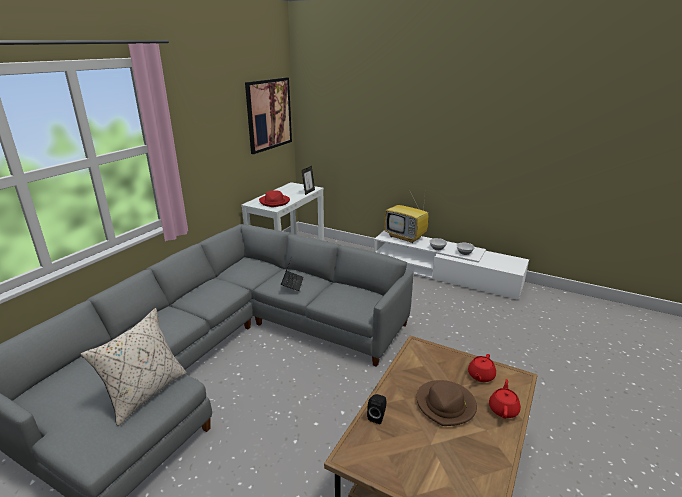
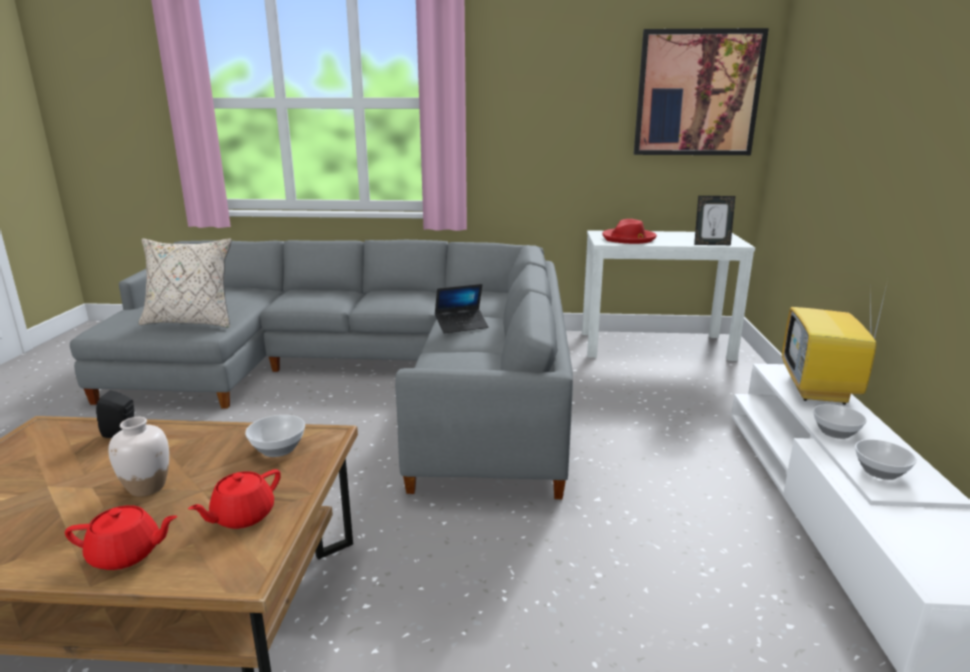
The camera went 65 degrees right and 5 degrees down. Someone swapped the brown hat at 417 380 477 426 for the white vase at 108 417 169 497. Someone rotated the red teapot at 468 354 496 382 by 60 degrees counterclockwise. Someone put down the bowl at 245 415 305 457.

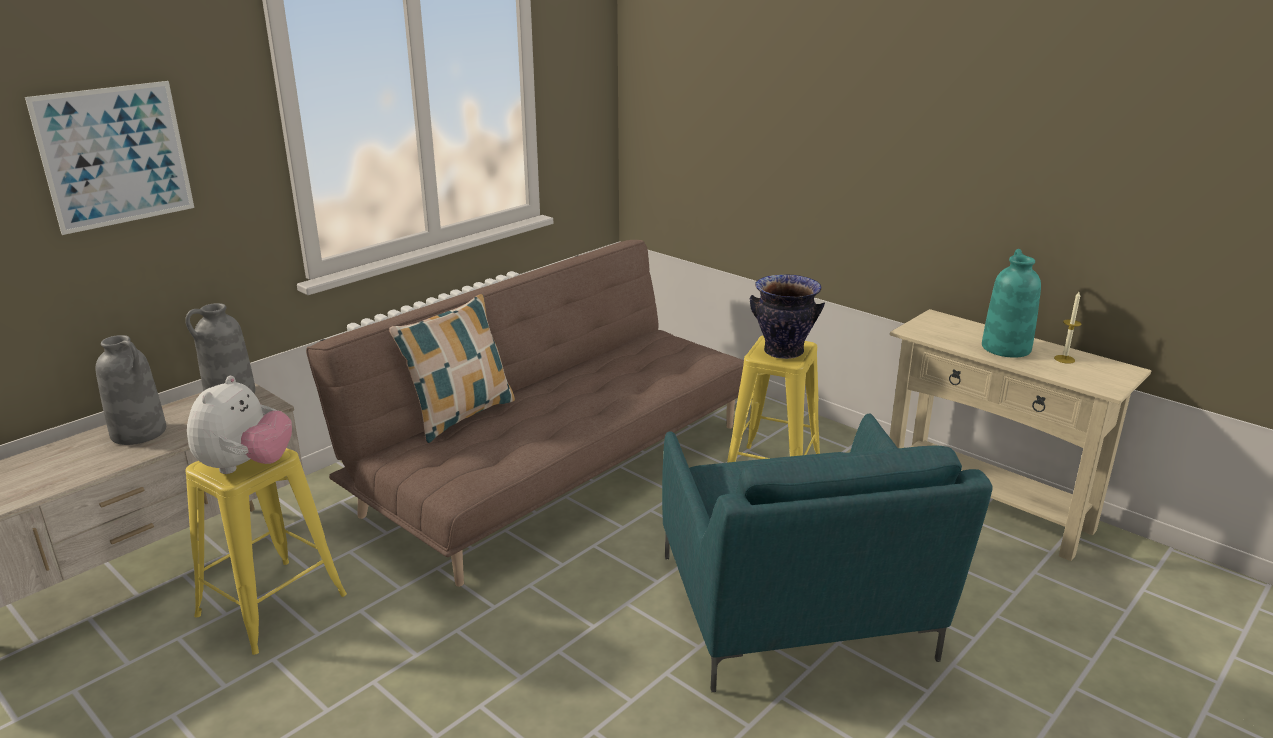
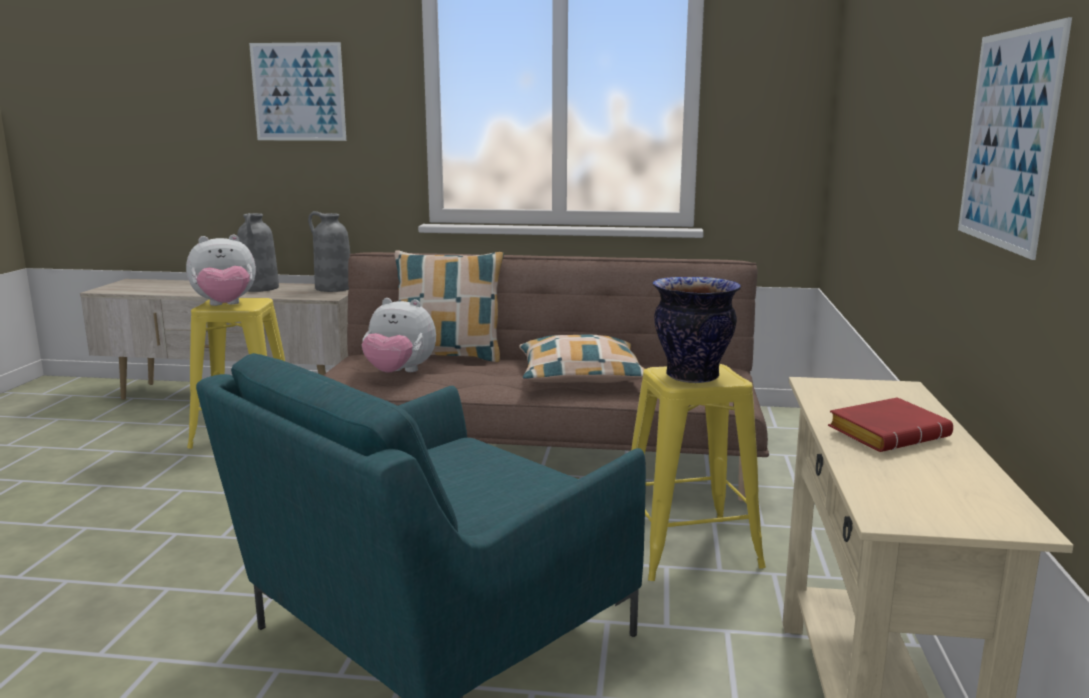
The camera went 55 degrees right and 10 degrees down. Someone swapped the turquoise vase at 982 249 1041 358 for the red book at 828 397 953 452. Someone took away the candle at 1054 292 1081 364. Someone put down the plush toy at 362 298 436 373. Someone put down the pillow at 519 334 644 383. Someone put up the picture at 958 17 1072 260.

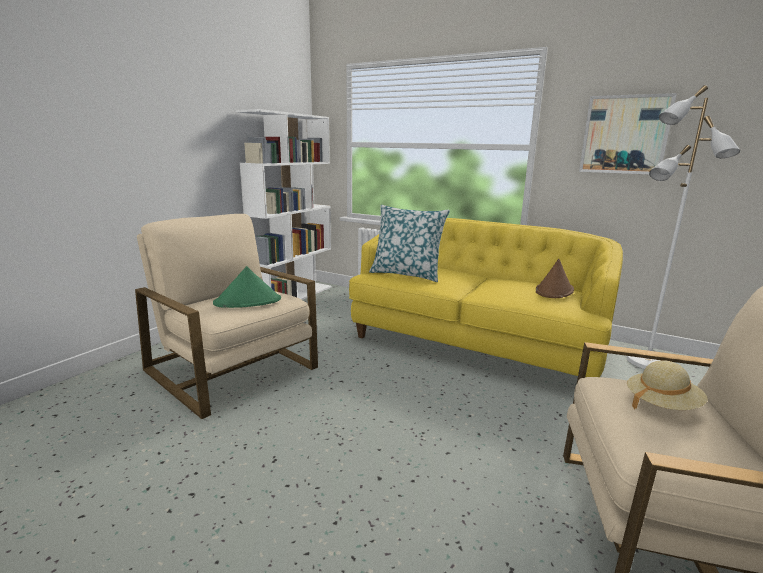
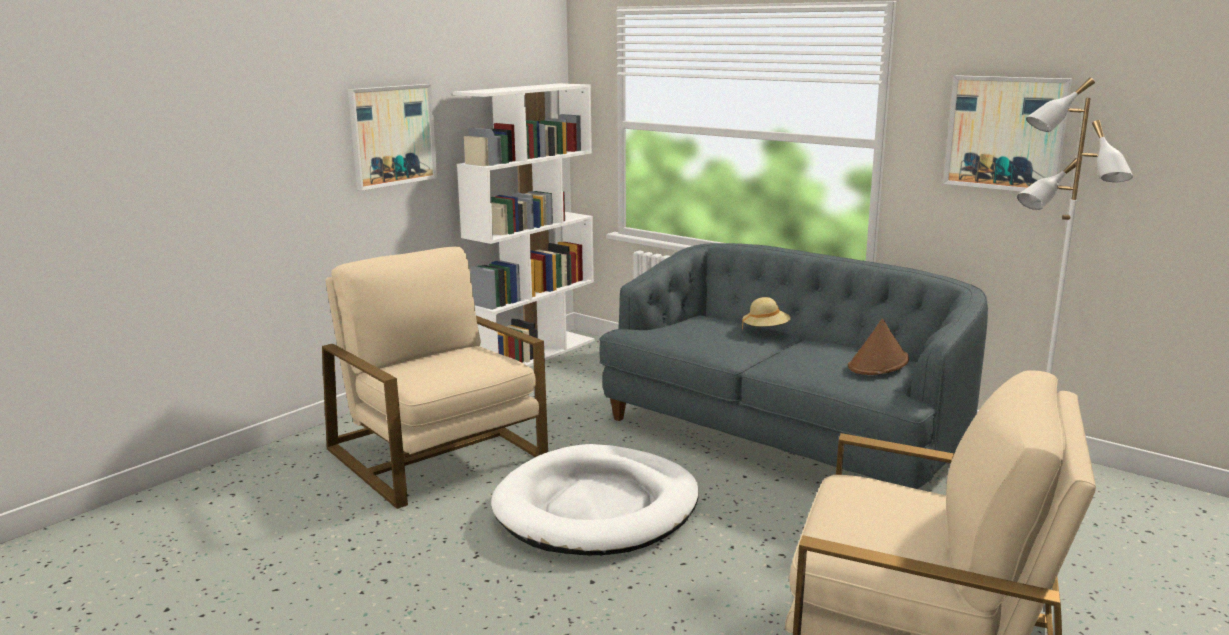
The camera went 10 degrees right and 0 degrees up. Someone took away the green hat at 213 266 281 308. Someone repainted the yellow sofa at 349 218 623 377, which became the grey sofa at 599 243 988 489. Someone took away the pillow at 369 205 450 282. Someone carried the beige hat from 627 360 708 410 to 742 297 791 329. Someone put up the picture at 348 84 437 191. Someone put down the white dog bed at 491 444 699 555.

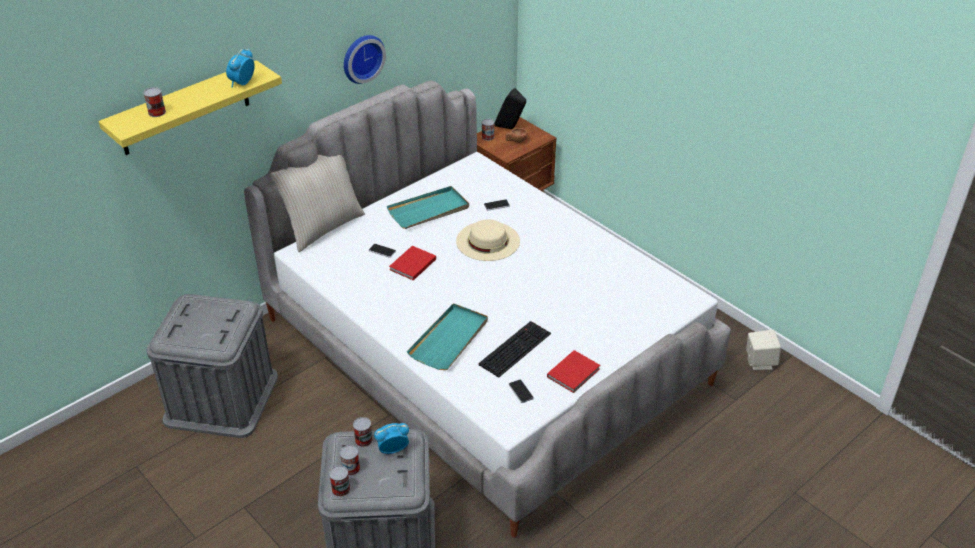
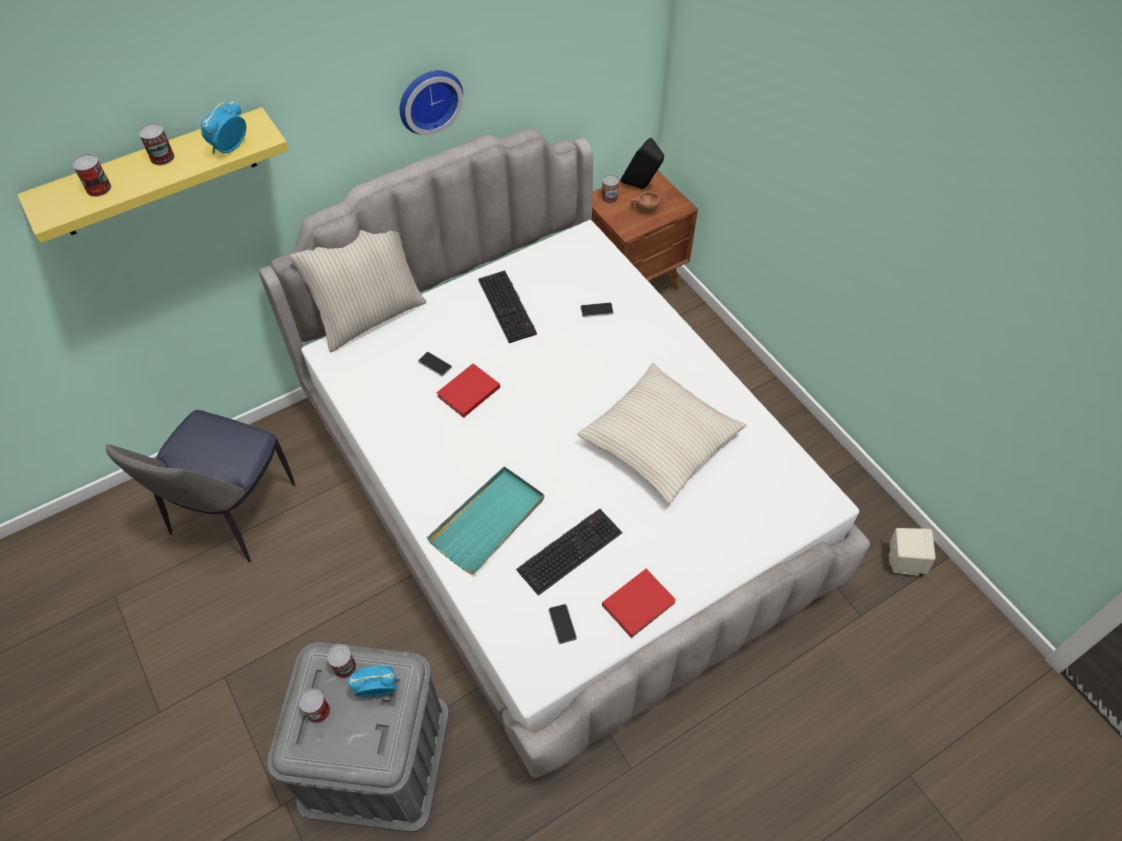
The camera went 10 degrees right and 15 degrees up. Someone swapped the grey storage box at 146 294 278 438 for the chair at 106 410 295 563. Someone carried the can from 329 465 350 497 to 138 123 175 165. Someone swapped the turquoise tray at 387 186 469 229 for the keyboard at 478 270 537 343. Someone took away the beige hat at 456 219 520 261. Someone put down the beige pillow at 577 363 746 503.

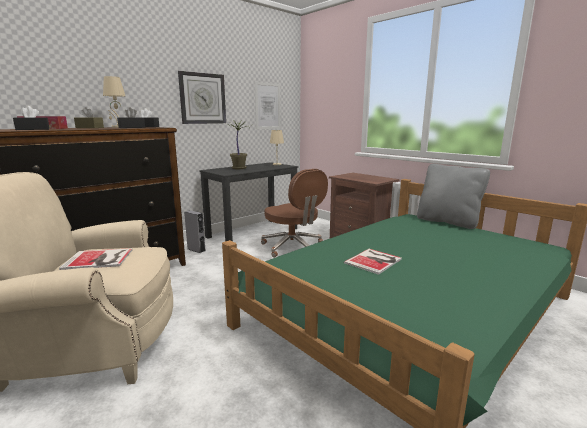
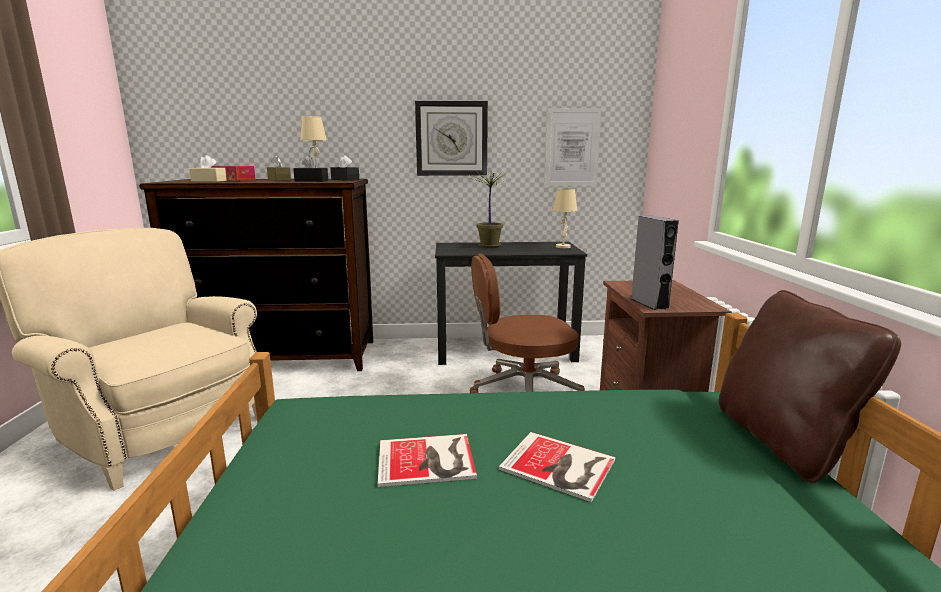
The camera went 40 degrees right and 0 degrees up. Someone repainted the black tissue box at 13 106 49 130, which became the beige tissue box at 189 155 227 182. Someone carried the book from 59 248 133 270 to 499 432 615 502. Someone carried the grey speaker from 184 210 205 253 to 631 216 679 310. Someone rotated the brown office chair at 261 169 328 258 by 75 degrees clockwise. Someone repainted the grey pillow at 417 164 490 229, which became the brown pillow at 719 290 901 483.

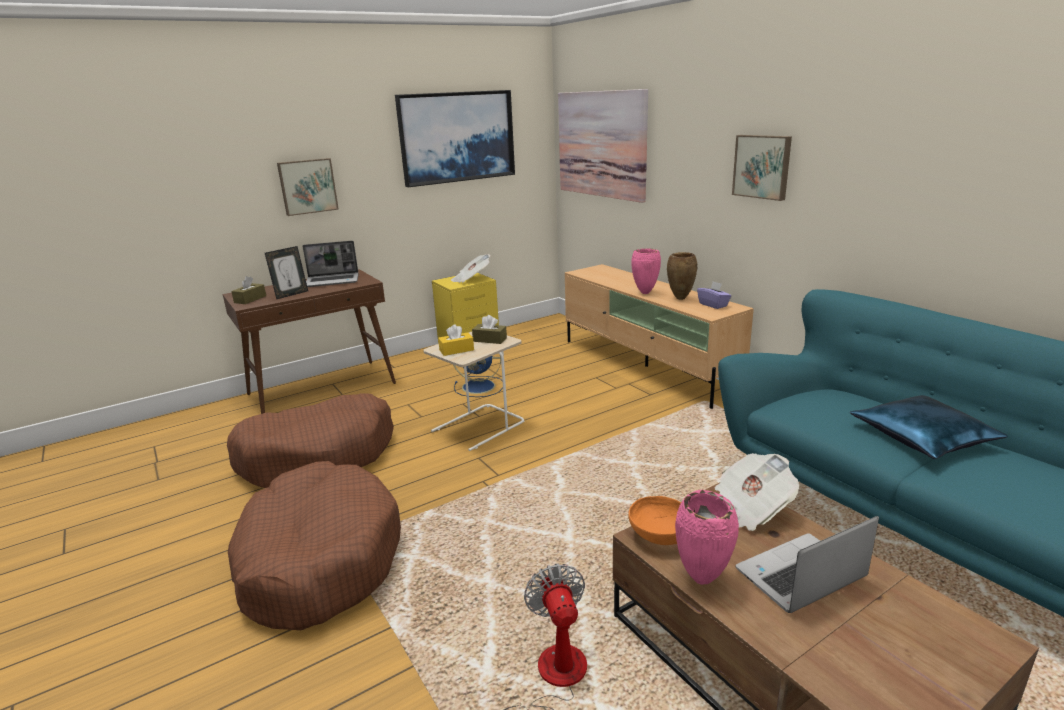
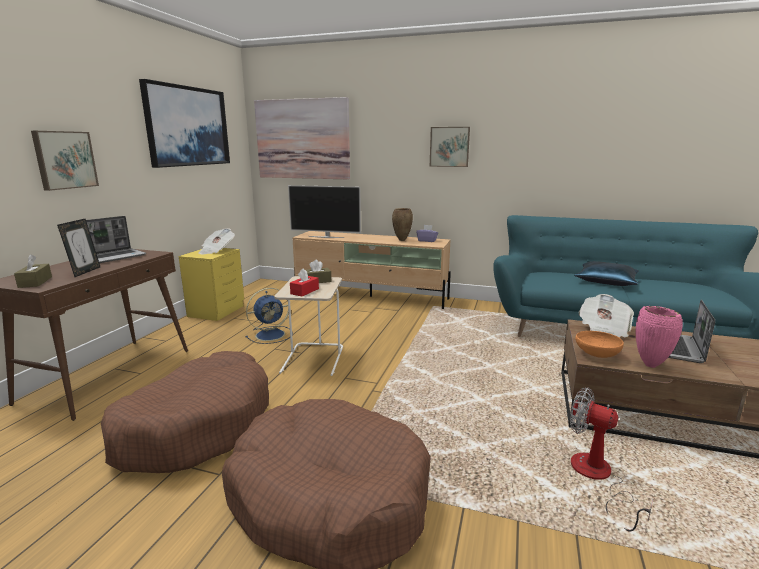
The camera went 40 degrees left and 5 degrees down. Someone repainted the yellow tissue box at 438 324 474 356, which became the red tissue box at 290 269 319 296. Someone took away the pink vase at 631 248 661 294. Someone put down the television at 288 185 361 238.

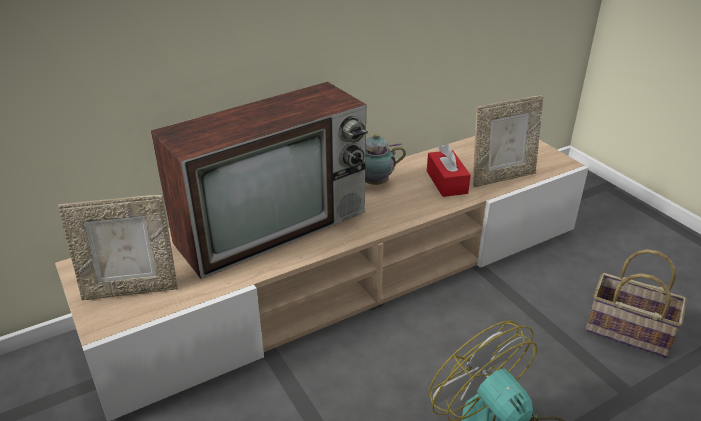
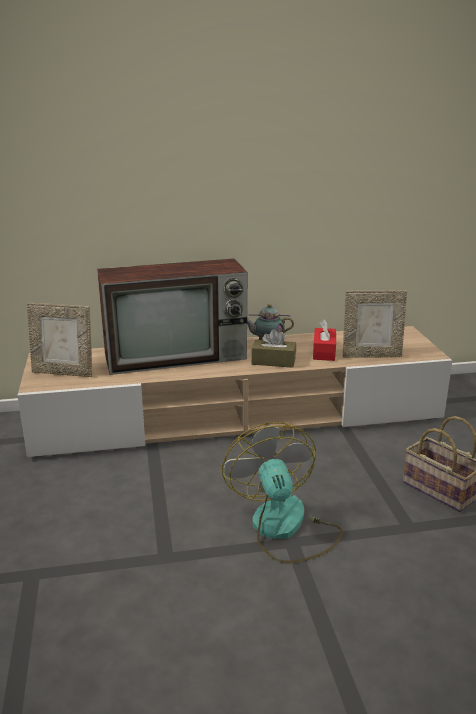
The camera went 20 degrees right and 10 degrees down. Someone put down the brown tissue box at 251 329 296 368.

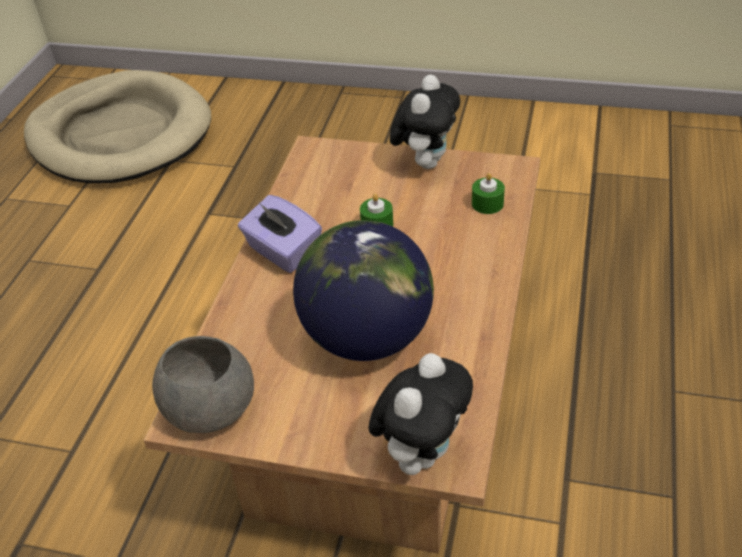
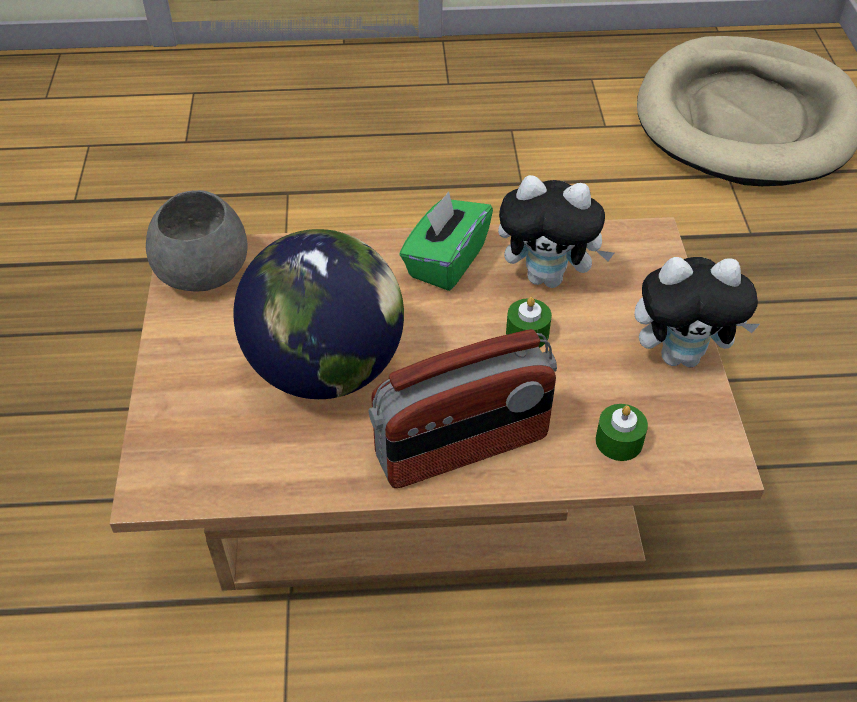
The camera went 70 degrees right and 5 degrees up. Someone repainted the purple tissue box at 238 195 322 273, which became the green tissue box at 399 191 493 291. Someone carried the plush toy from 369 353 473 475 to 498 175 614 288. Someone put down the radio at 368 329 557 488.

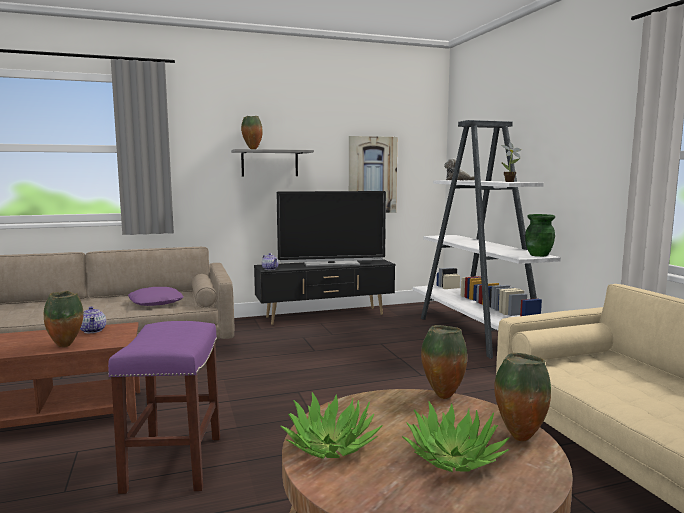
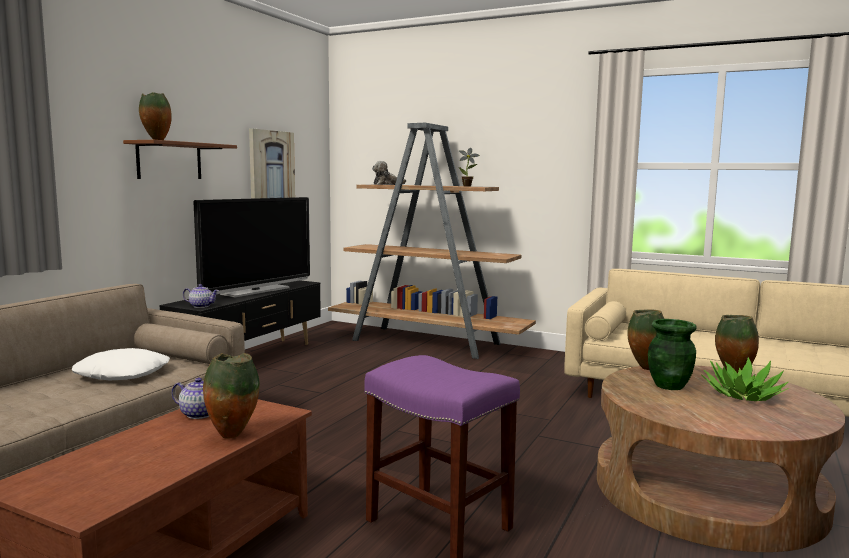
The camera went 45 degrees left and 0 degrees up. Someone repainted the purple pillow at 128 287 183 306, which became the white pillow at 72 348 170 380. Someone repainted the grey shelf at 231 149 314 176, which became the brown shelf at 123 140 237 179. Someone took away the potted plant at 280 392 383 459. Someone repainted the white bookcase at 413 120 561 359, which became the brown bookcase at 328 123 536 359. Someone carried the green vase from 525 214 555 257 to 648 319 697 390.

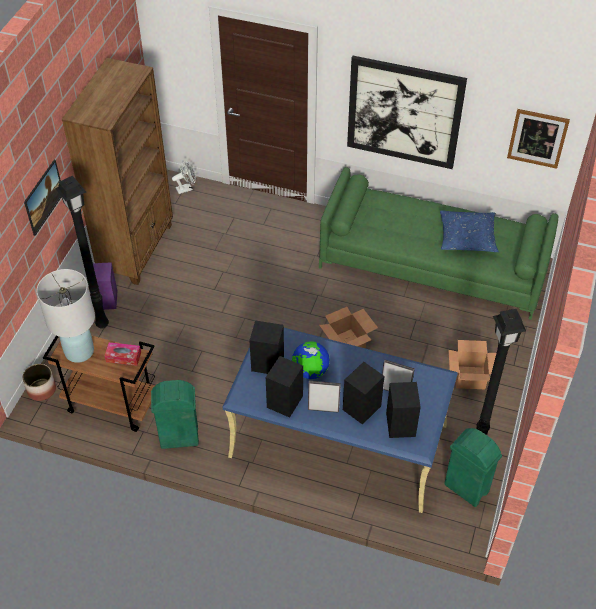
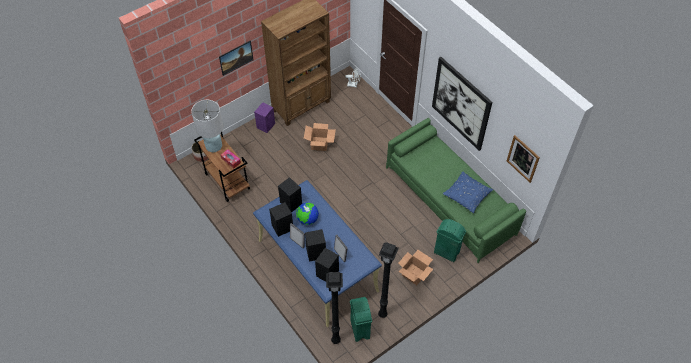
The camera went 35 degrees right and 5 degrees up. Someone carried the black floor lamp from 55 176 109 329 to 326 272 343 344. Someone carried the green trash can from 151 380 199 449 to 434 219 466 262. Someone carried the cardboard box from 319 307 378 349 to 304 123 336 151.

